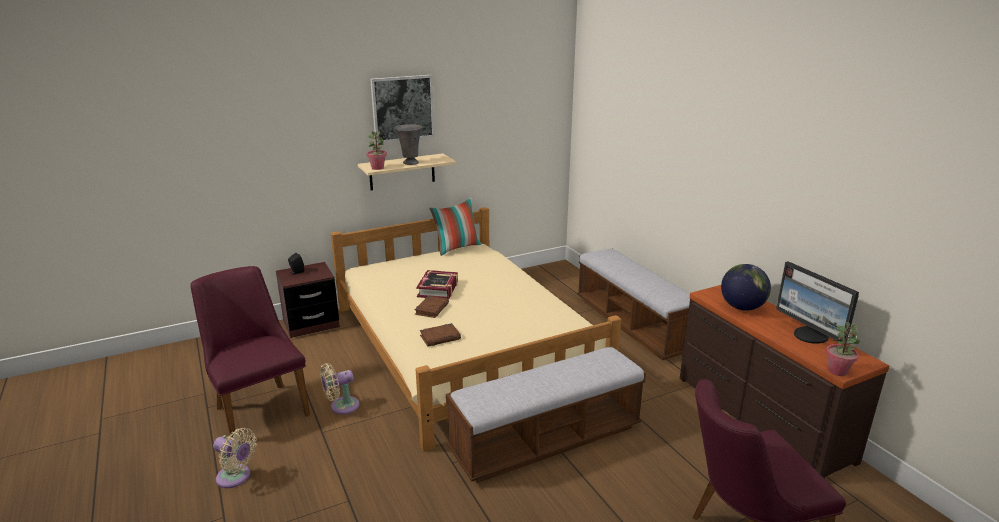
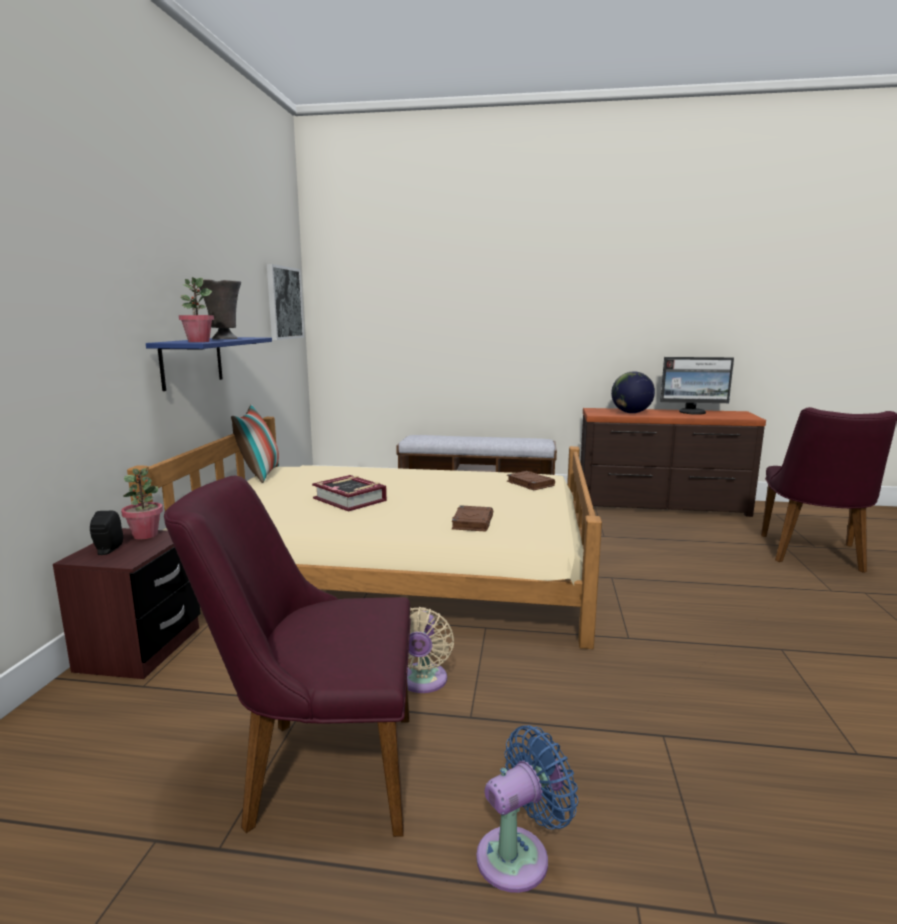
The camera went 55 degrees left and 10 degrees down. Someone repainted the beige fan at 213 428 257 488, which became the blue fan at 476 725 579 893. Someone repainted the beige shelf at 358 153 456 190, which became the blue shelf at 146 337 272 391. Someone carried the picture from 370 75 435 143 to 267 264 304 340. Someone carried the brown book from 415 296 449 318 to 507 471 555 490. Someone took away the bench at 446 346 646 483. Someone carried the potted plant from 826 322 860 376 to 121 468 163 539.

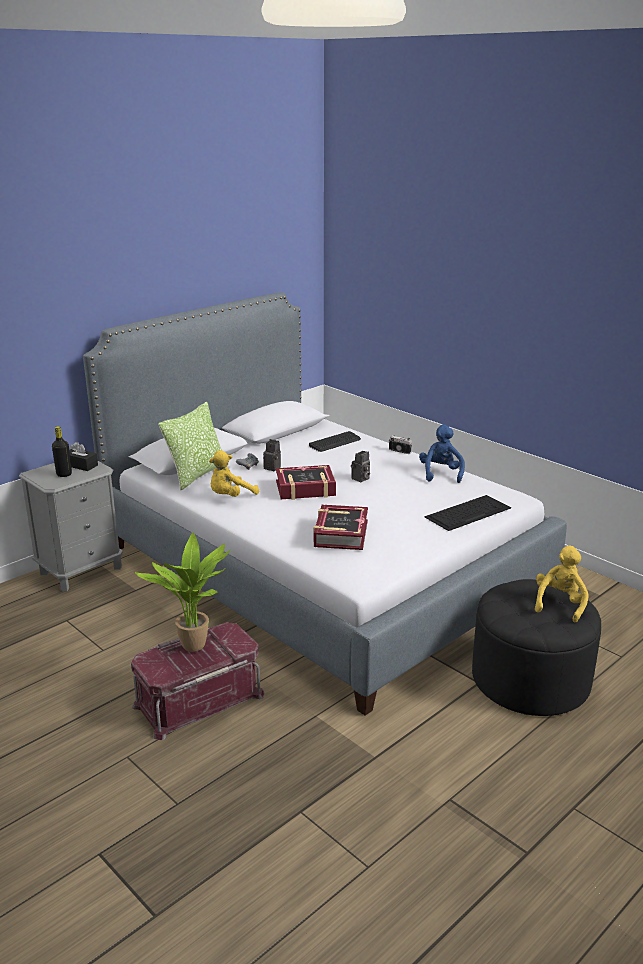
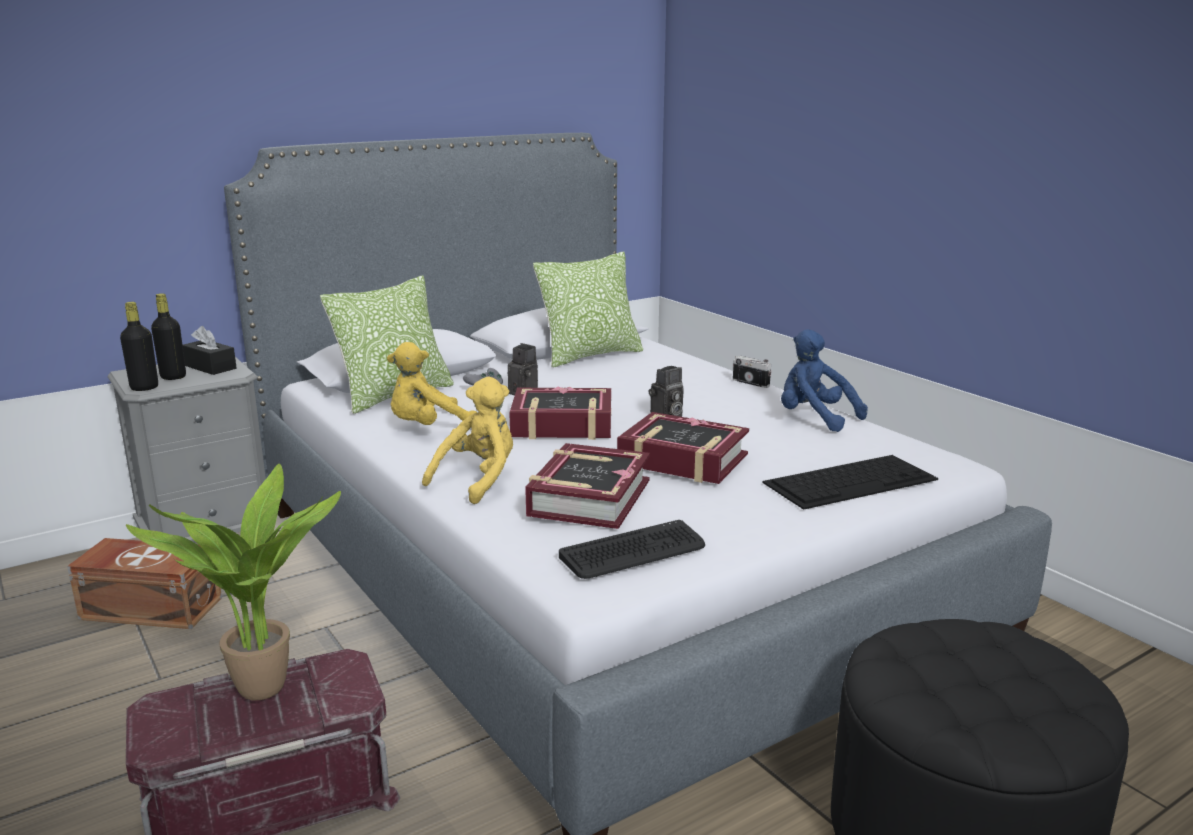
The camera went 10 degrees right and 5 degrees down. Someone carried the keyboard from 309 431 361 452 to 559 520 705 579. Someone rotated the blue plush toy at 419 425 465 483 by 60 degrees counterclockwise. Someone carried the yellow plush toy from 535 545 589 622 to 422 377 513 504. Someone put down the brown storage box at 67 538 222 629. Someone put down the black bottle at 120 302 158 391. Someone put down the pillow at 533 252 643 368. Someone put down the book at 617 412 749 484.

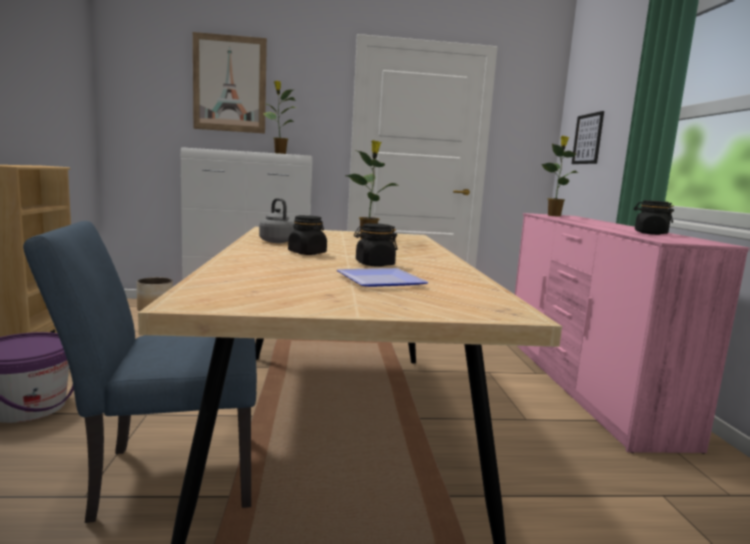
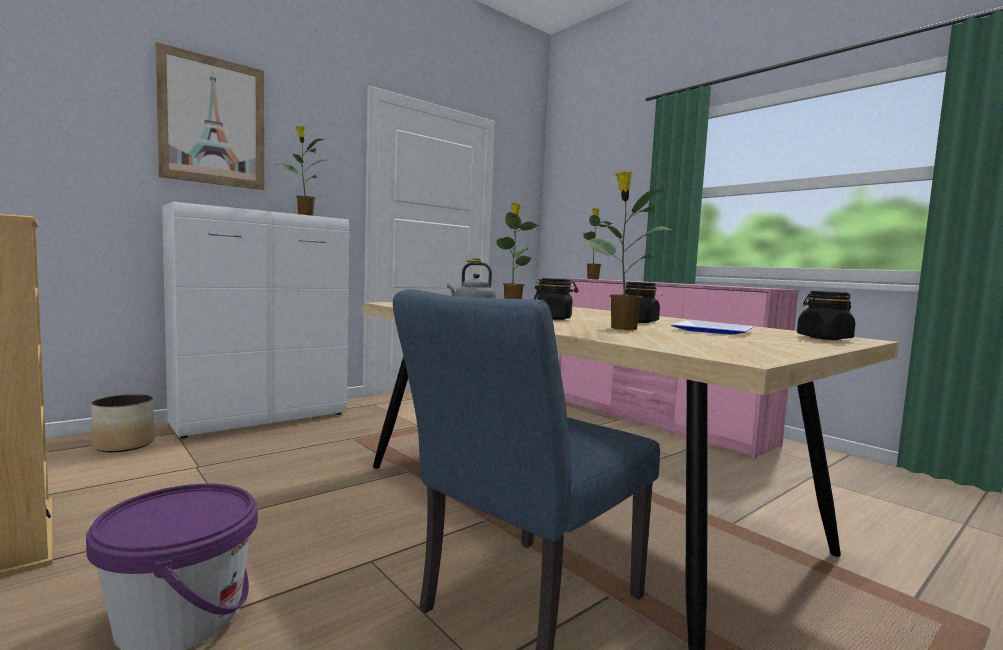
The camera went 35 degrees left and 5 degrees down. Someone took away the picture at 572 111 604 164. Someone carried the black jar from 634 200 674 235 to 797 291 855 340. Someone put down the potted plant at 583 171 673 330.

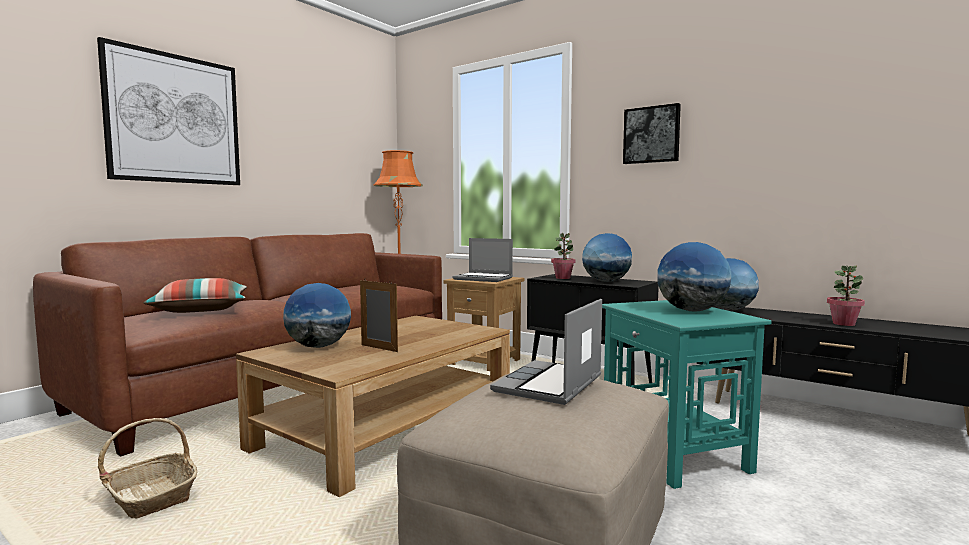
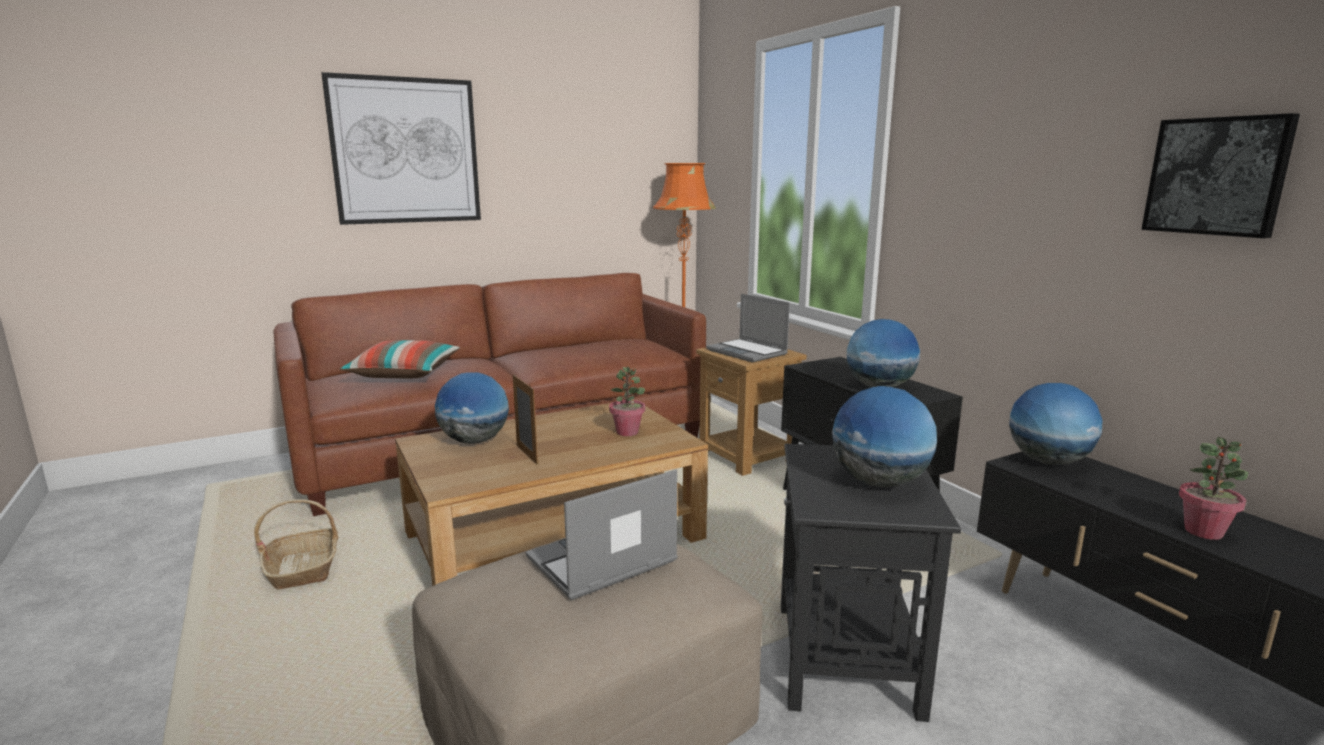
The camera went 25 degrees right and 10 degrees up. Someone carried the potted plant from 551 233 576 279 to 609 367 645 436. Someone repainted the turquoise side table at 602 300 772 489, which became the black side table at 781 444 961 722. Someone carried the picture from 623 103 681 164 to 1141 113 1300 238.

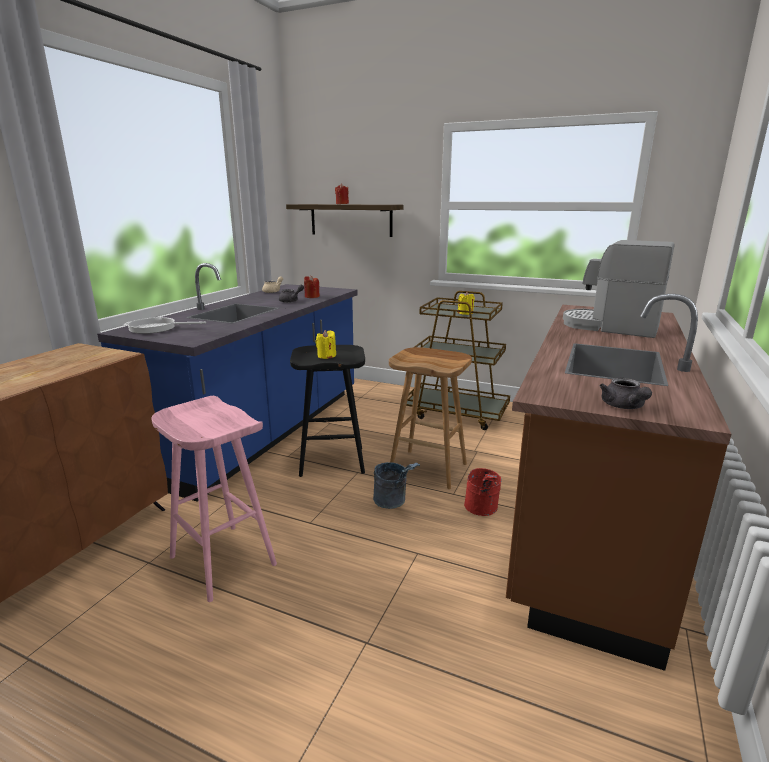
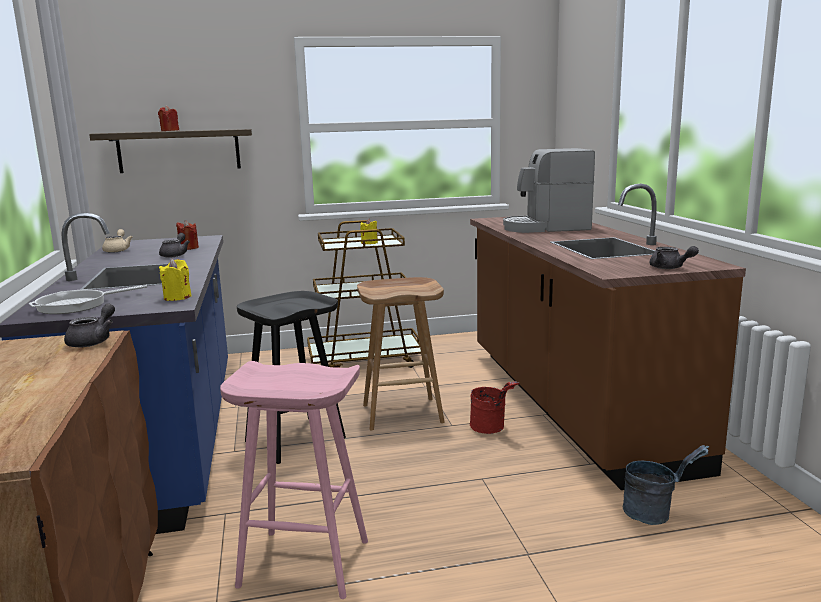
The camera went 35 degrees left and 5 degrees down. Someone carried the yellow candle from 315 330 336 359 to 159 259 192 301. Someone carried the grey bucket from 373 462 420 509 to 623 445 709 525. Someone put down the grey teapot at 64 303 115 347.

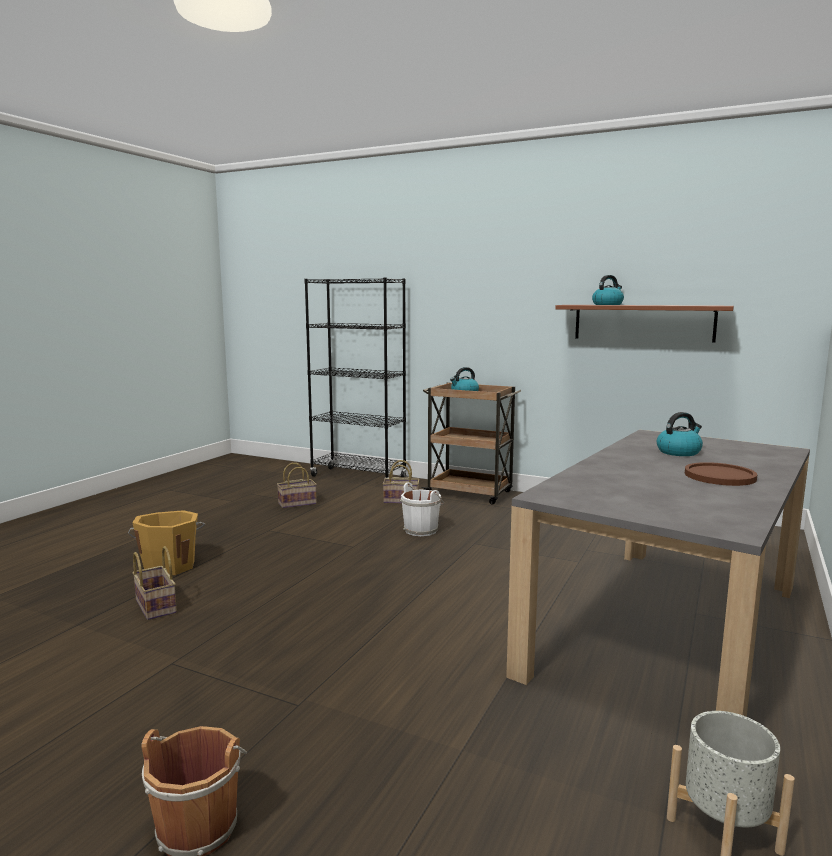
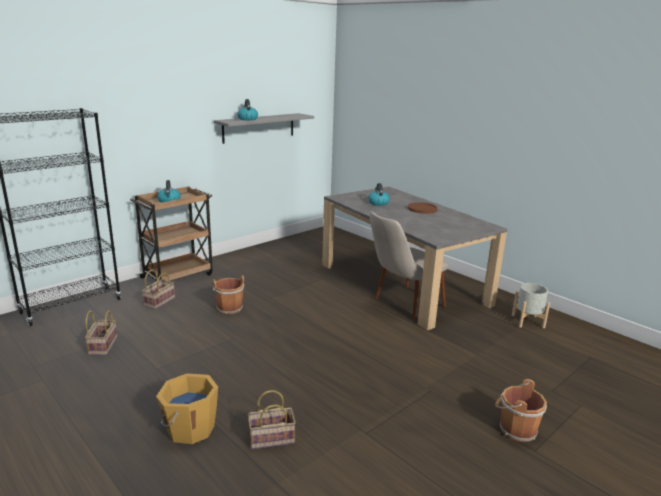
The camera went 70 degrees left and 10 degrees up. Someone repainted the white bucket at 400 482 445 536, which became the brown bucket at 211 275 245 315. Someone repainted the brown shelf at 555 305 734 342, which became the grey shelf at 214 113 314 144. Someone put down the beige chair at 369 211 448 320.

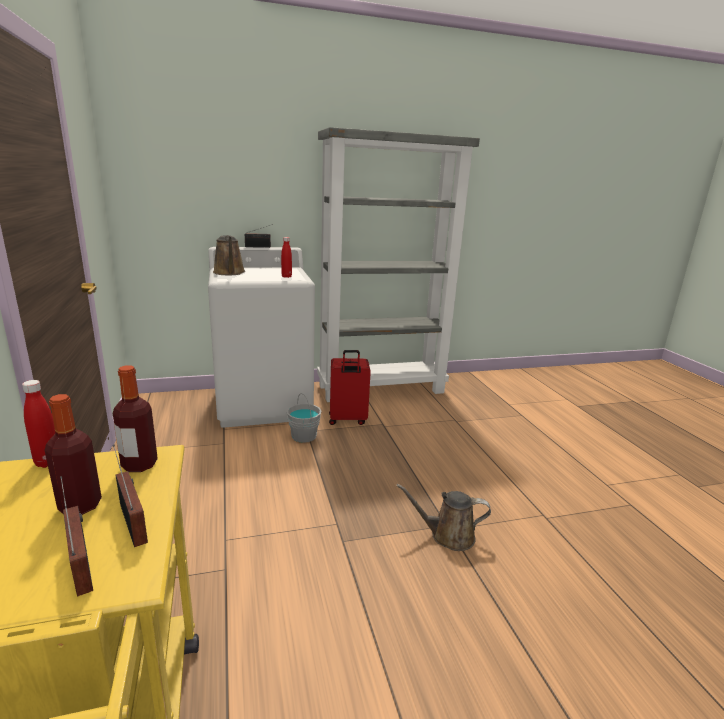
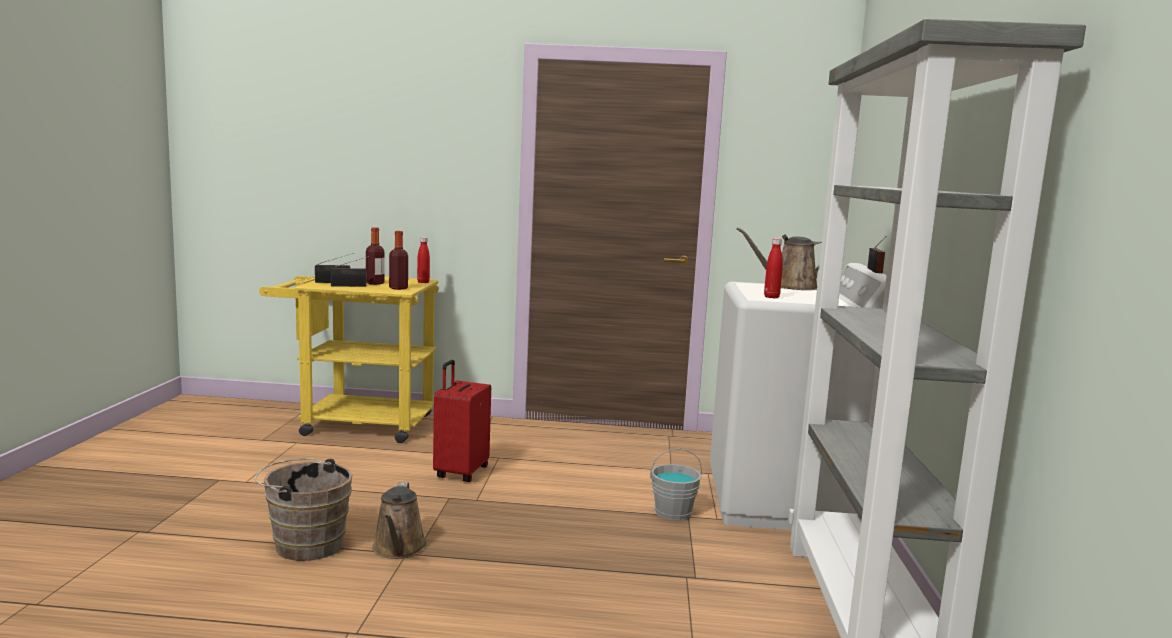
The camera went 110 degrees right and 10 degrees down. Someone carried the red suitcase from 329 350 371 425 to 433 360 491 482. Someone rotated the brown watering can at 396 484 491 551 by 150 degrees clockwise. Someone put down the brown bucket at 255 458 352 561.

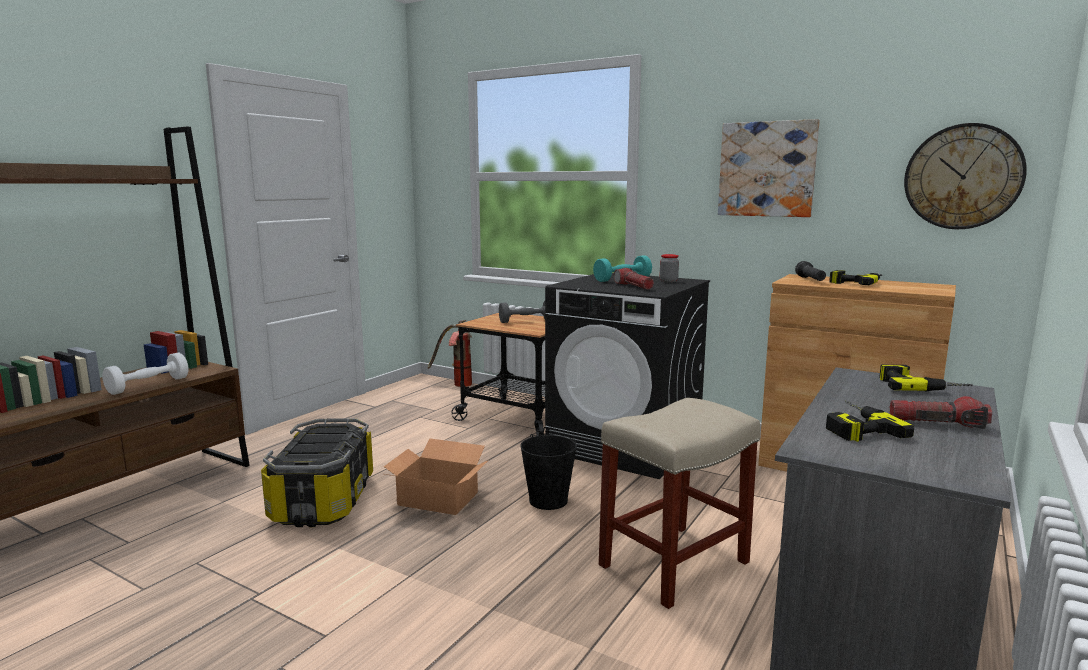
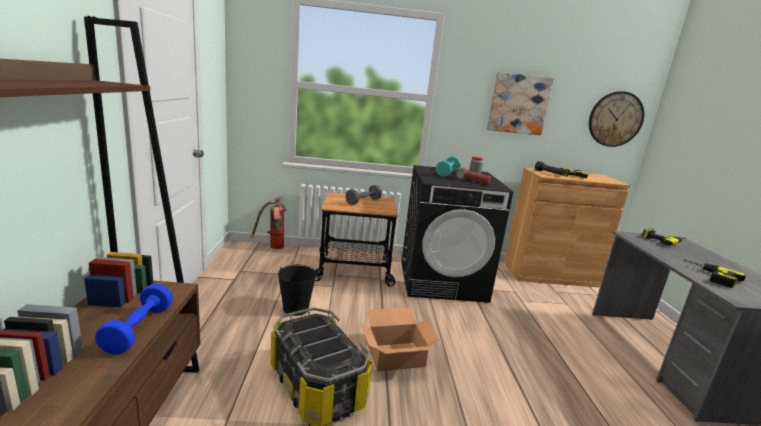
The camera went 35 degrees left and 5 degrees up. Someone repainted the white dumbbell at 102 353 188 395, which became the blue dumbbell at 95 284 173 355. Someone carried the black bucket from 520 434 577 510 to 278 264 316 316. Someone took away the beige stool at 599 398 760 609. Someone took away the flashlight at 890 396 992 429.

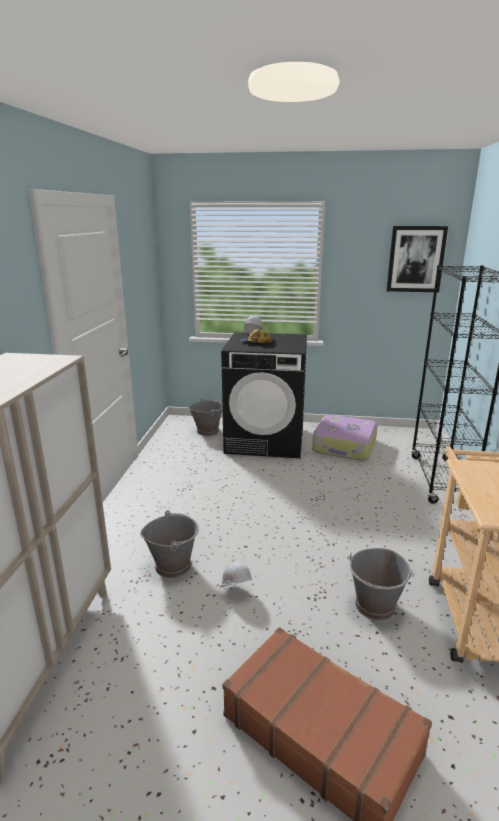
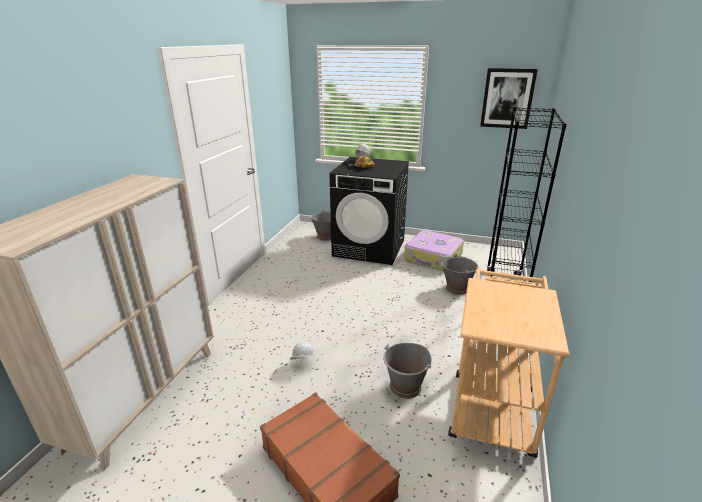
The camera went 10 degrees right and 5 degrees up. Someone carried the grey bucket from 140 510 199 578 to 441 254 479 295.

